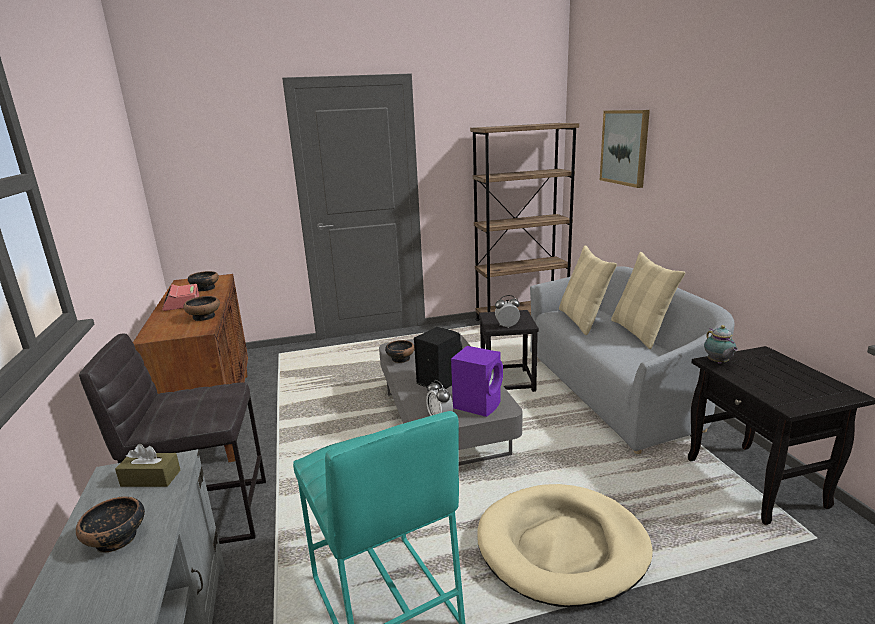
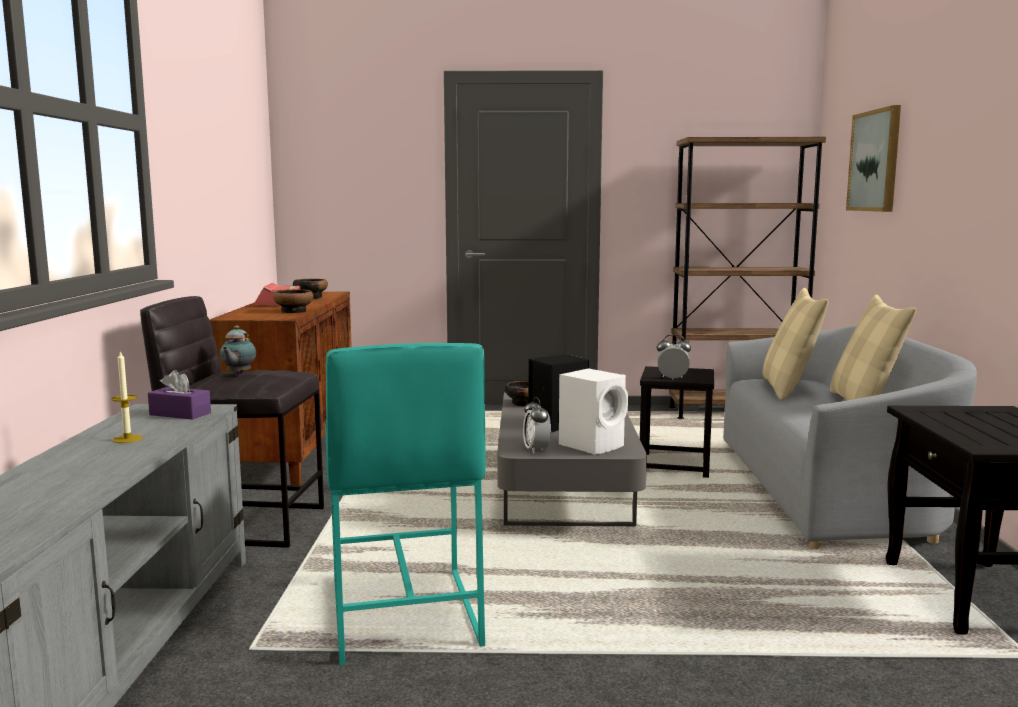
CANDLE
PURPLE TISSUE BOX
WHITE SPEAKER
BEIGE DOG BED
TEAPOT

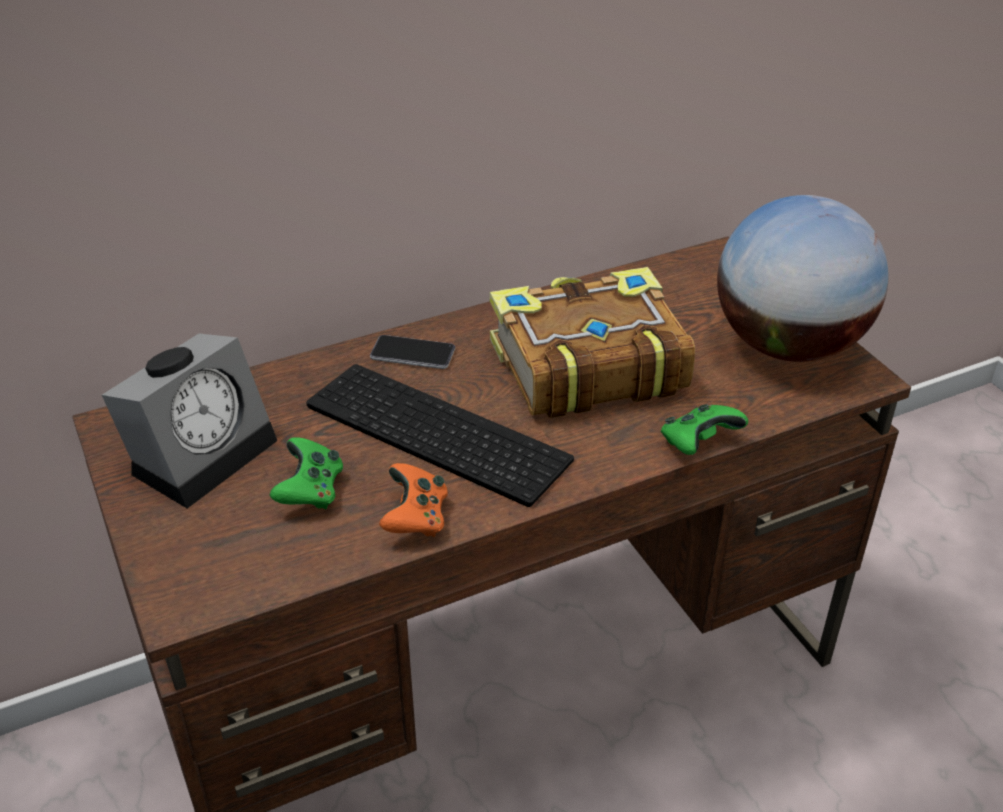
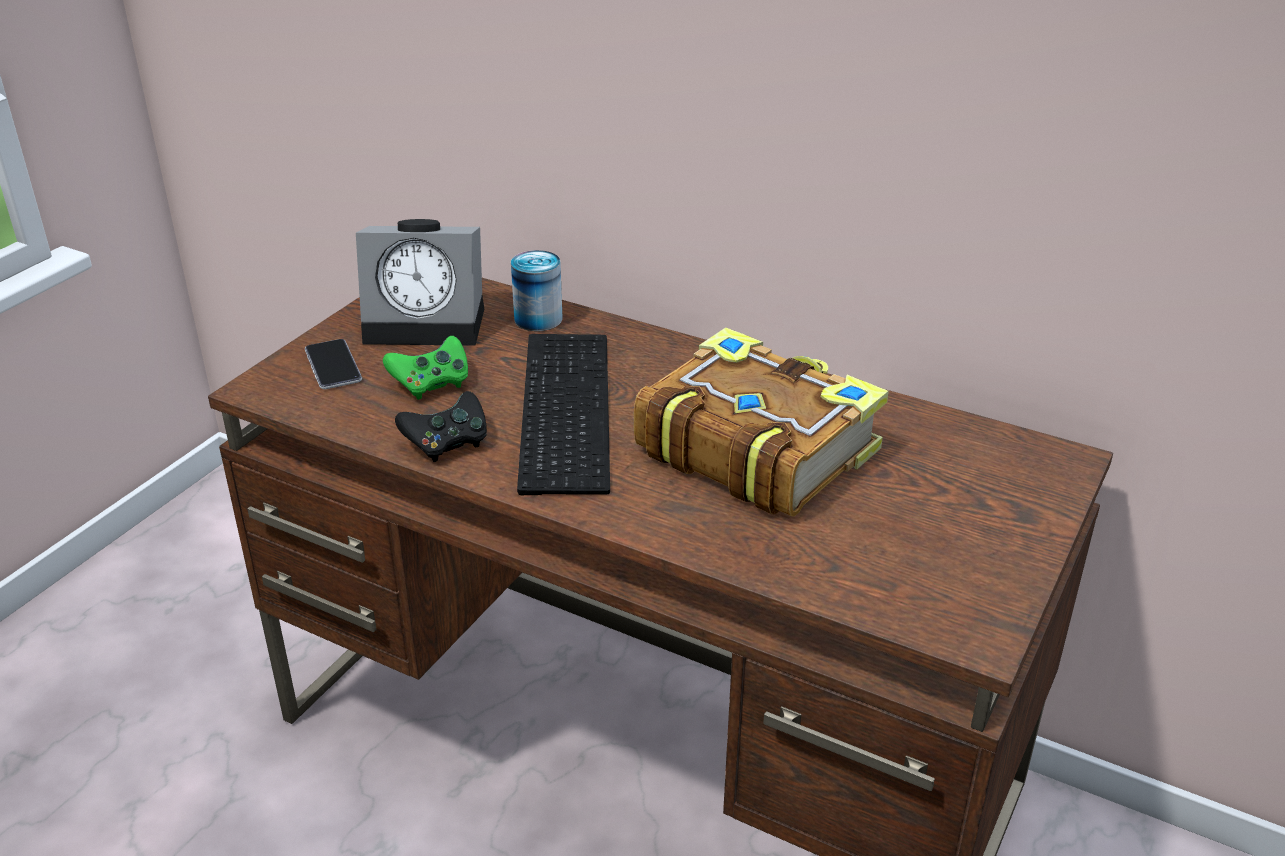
PHONE
BLACK GAME CONTROLLER
GREEN GAME CONTROLLER (no. 2 from left in the first image)
GLOBE
CAN

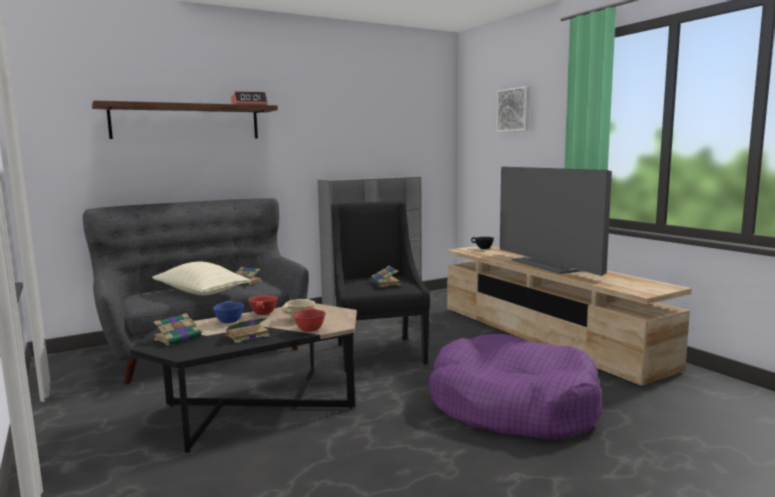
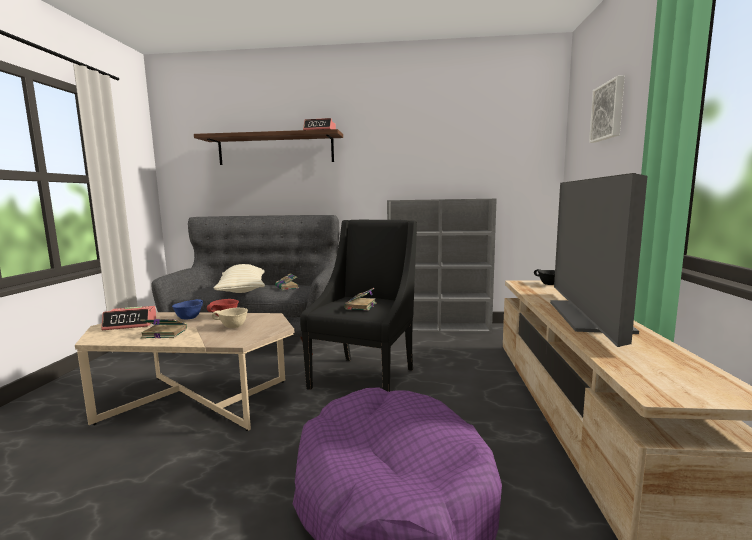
BEIGE COFFEE TABLE
ALARM CLOCK (no. 1 from left)
RED BOWL (no. 2 from left in the first image)

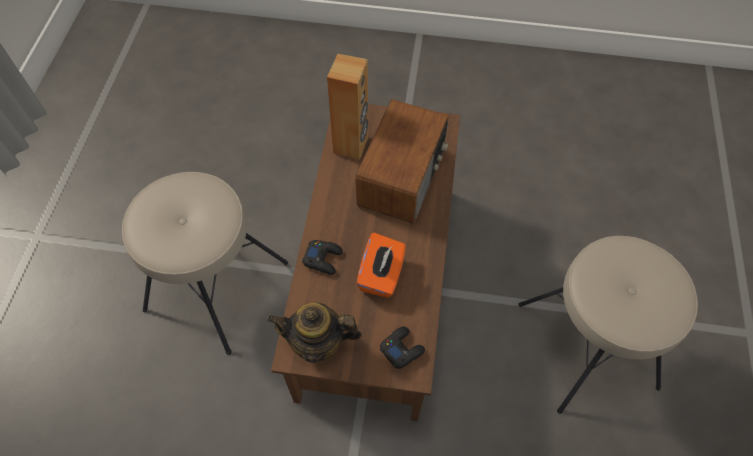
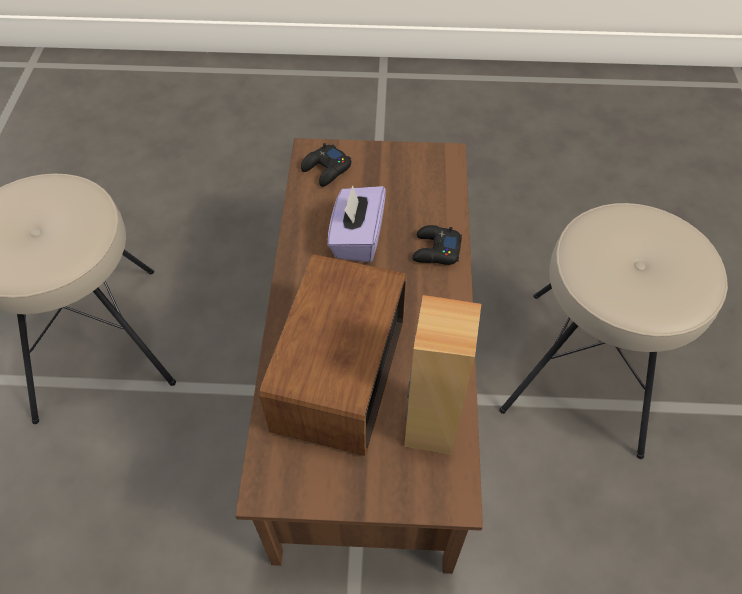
TEAPOT
PURPLE TISSUE BOX

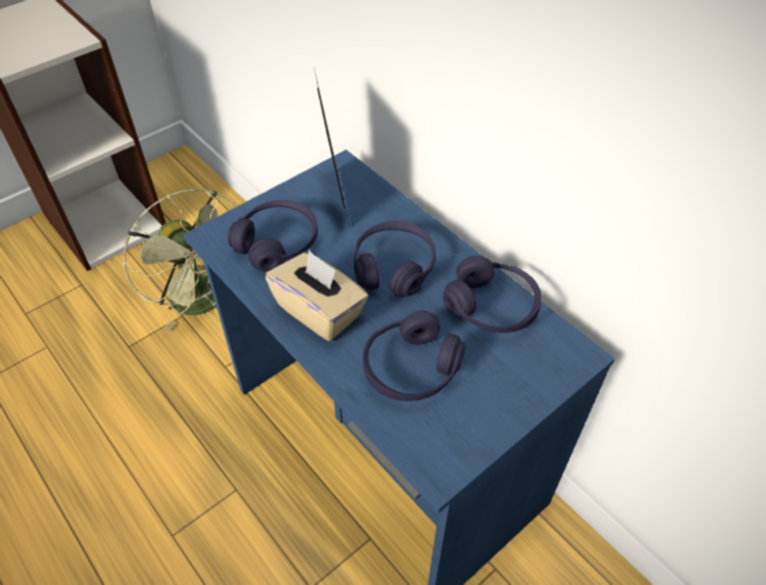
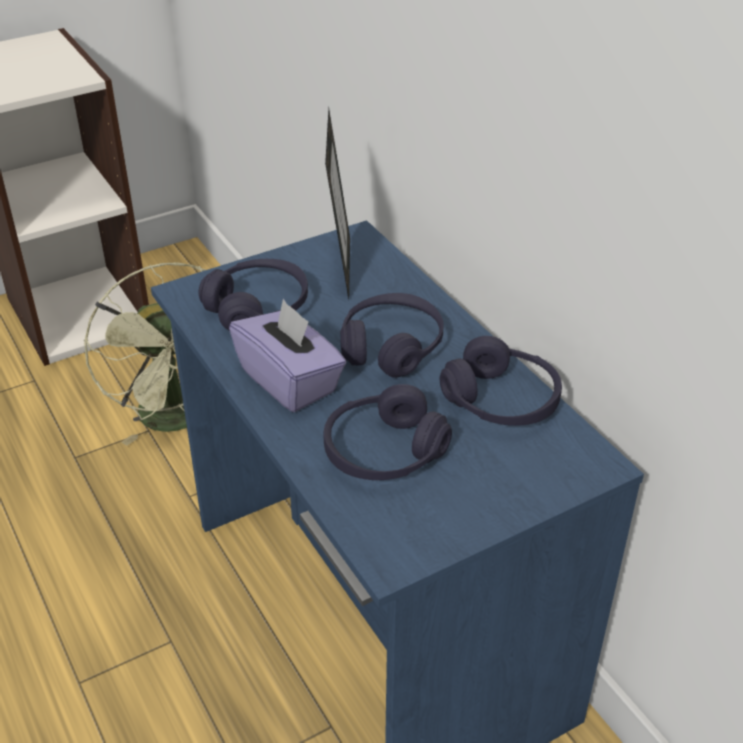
PURPLE TISSUE BOX

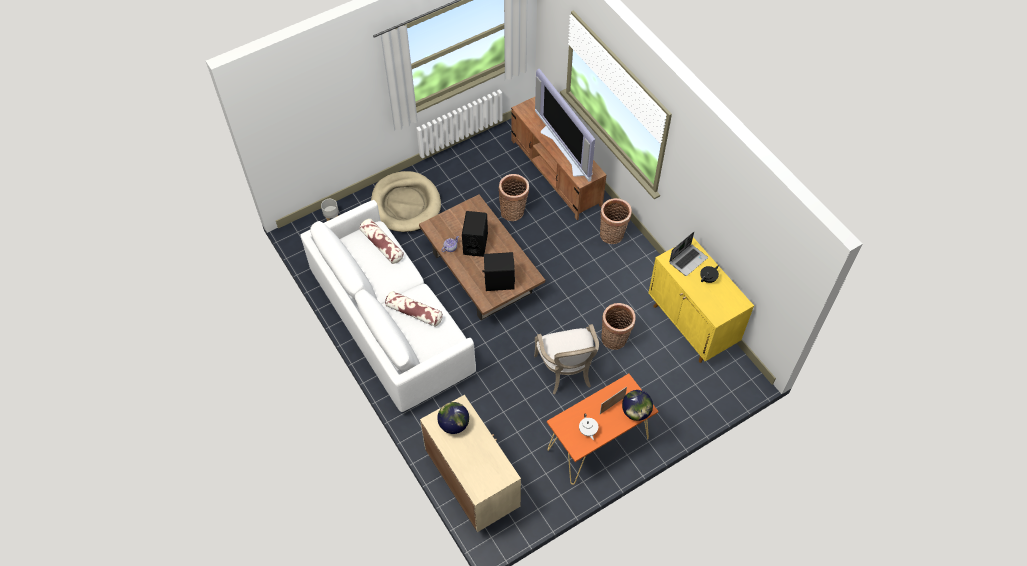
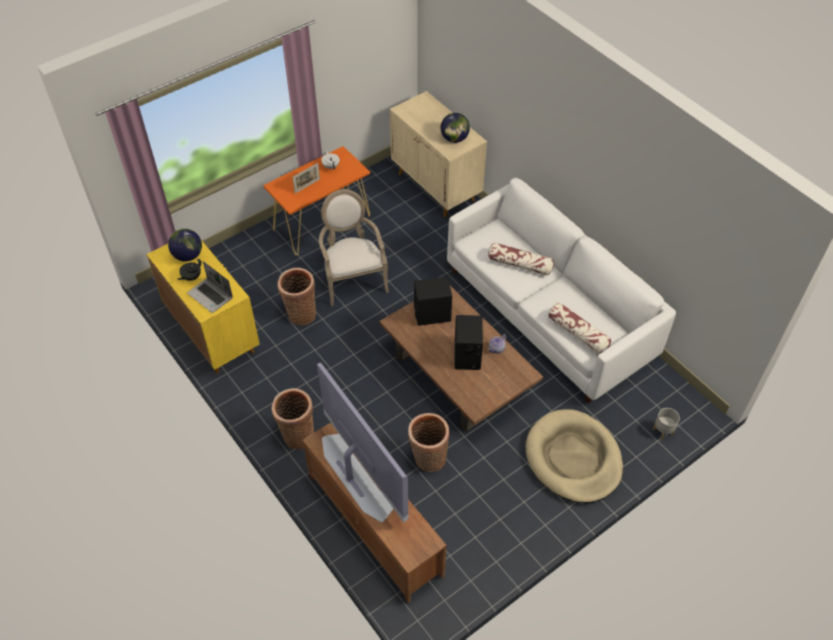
GLOBE (no. 1 from left)
LAPTOP

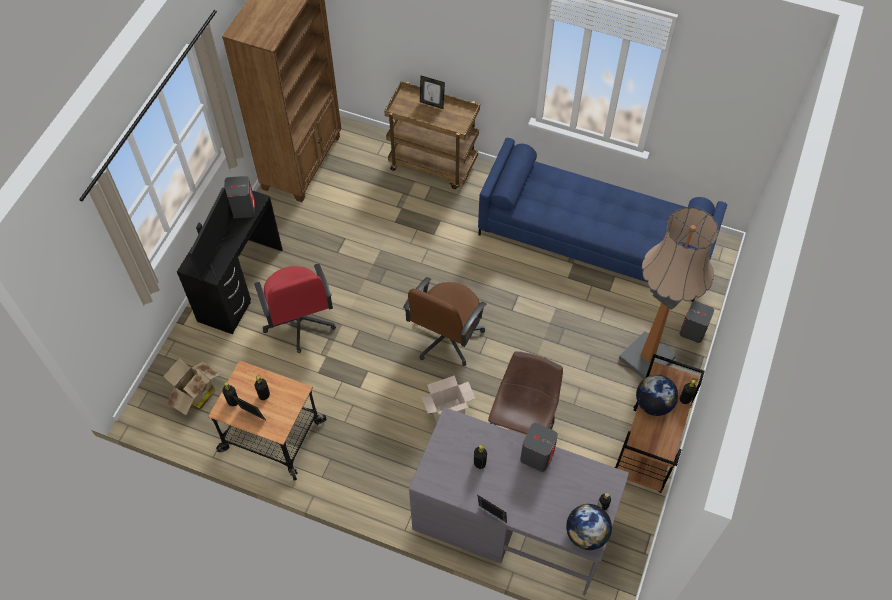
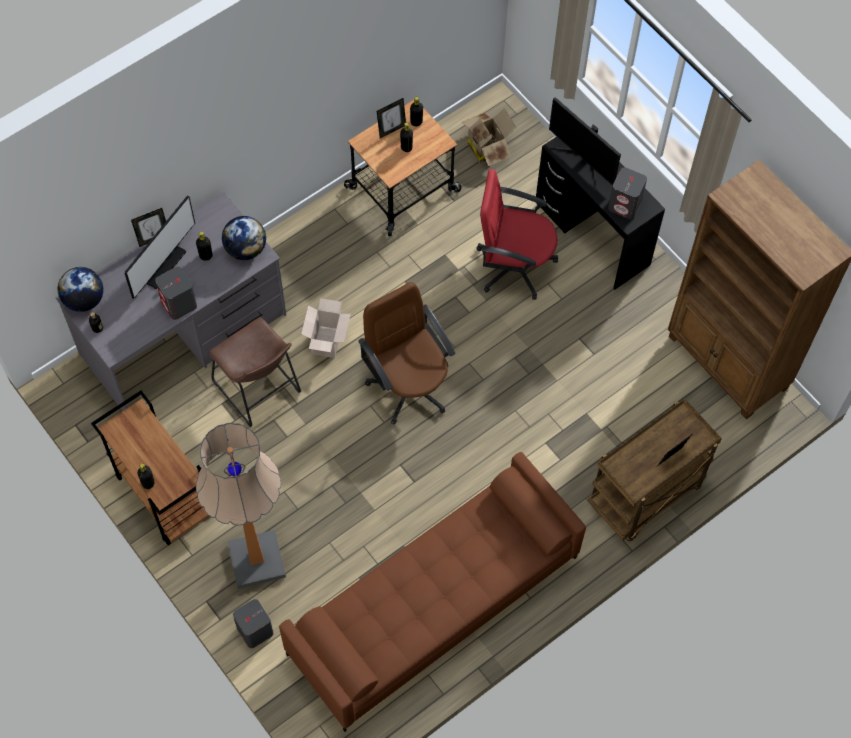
BROWN SOFA
GLOBE (no. 2 from left)
MONITOR (no. 1 from left)

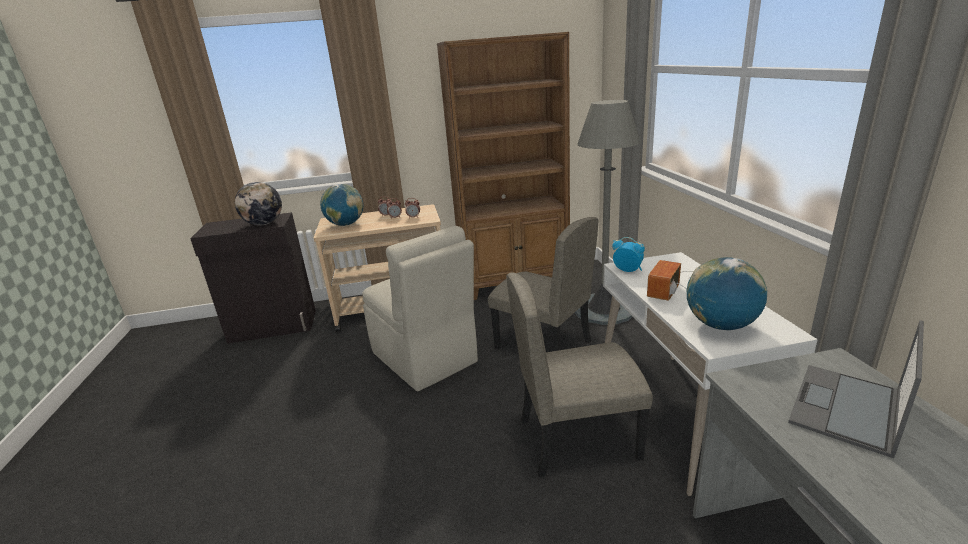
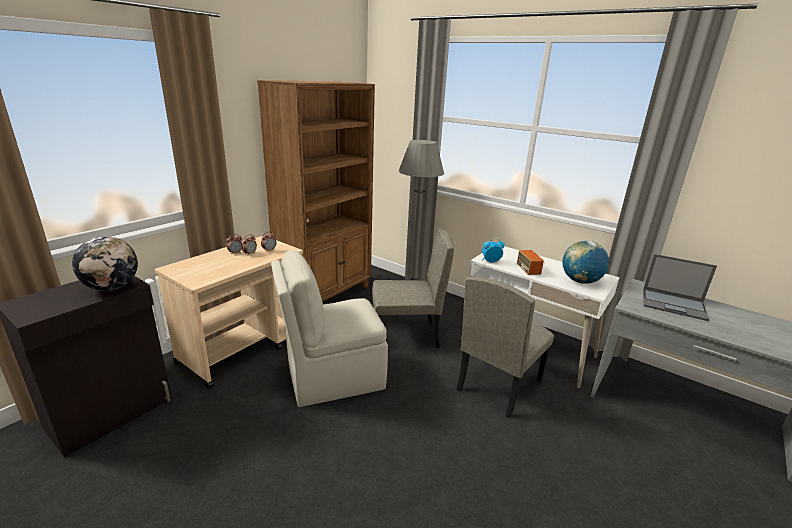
GLOBE (no. 2 from left in the first image)
BEIGE CHAIR (no. 1 from left)
LAPTOP

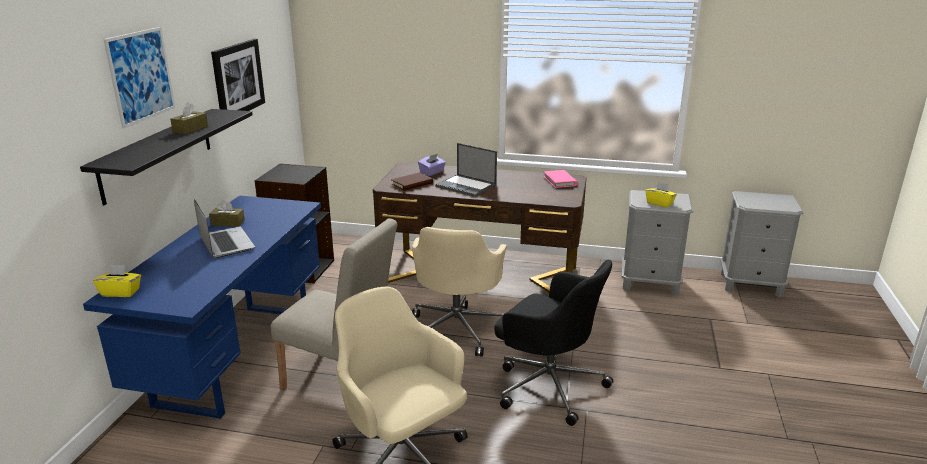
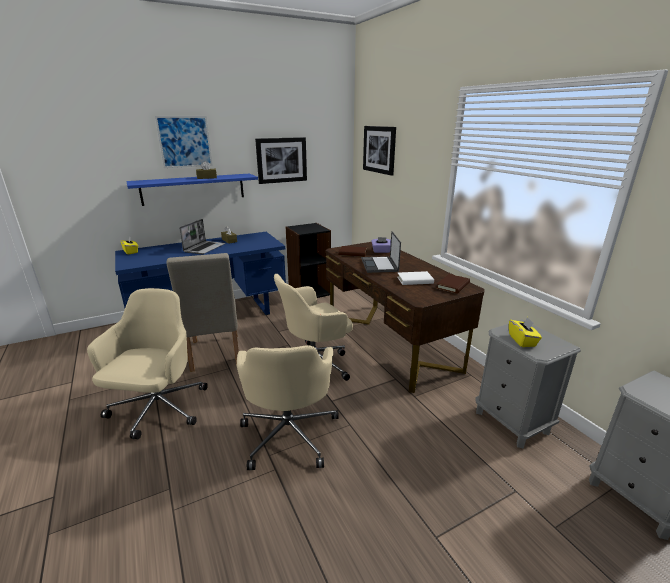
BLUE SHELF
BEIGE OFFICE CHAIR (no. 2 from left)
BROWN BOOK (no. 2 from left)
PICTURE (no. 3 from left)
WHITE BOOK

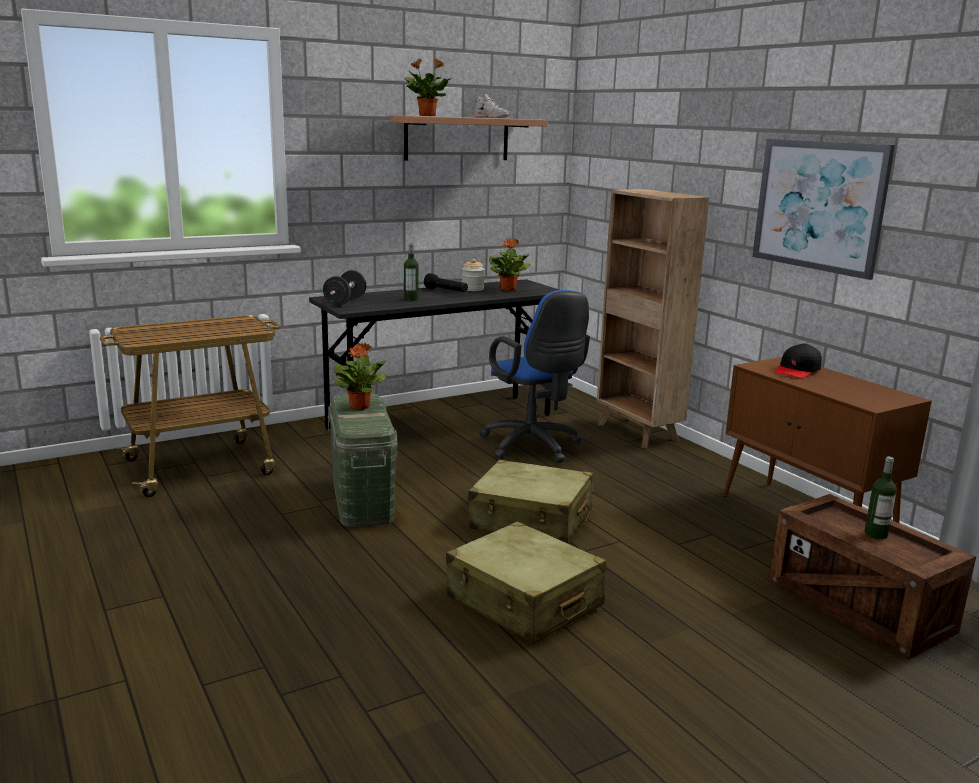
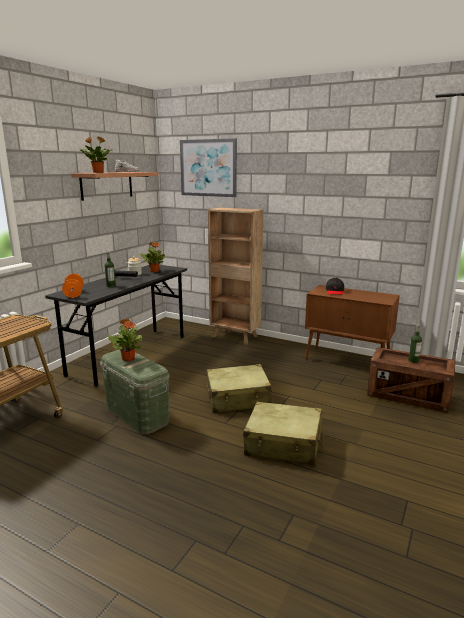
ORANGE DUMBBELL
BLUE OFFICE CHAIR
PICTURE

